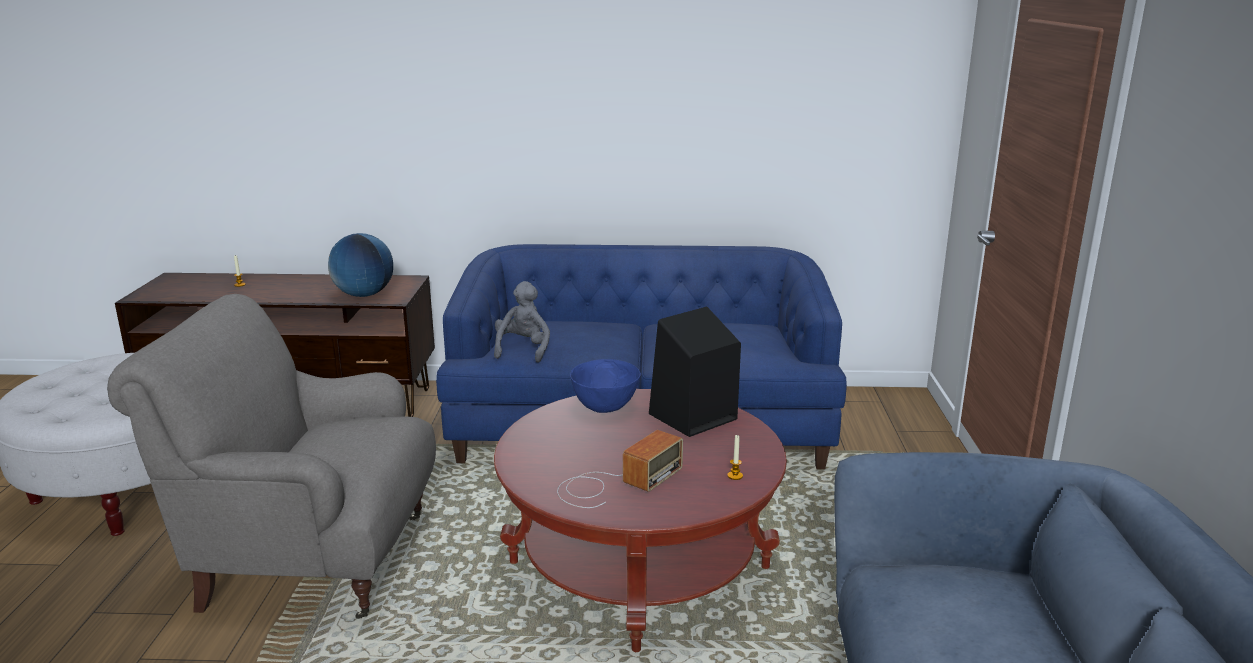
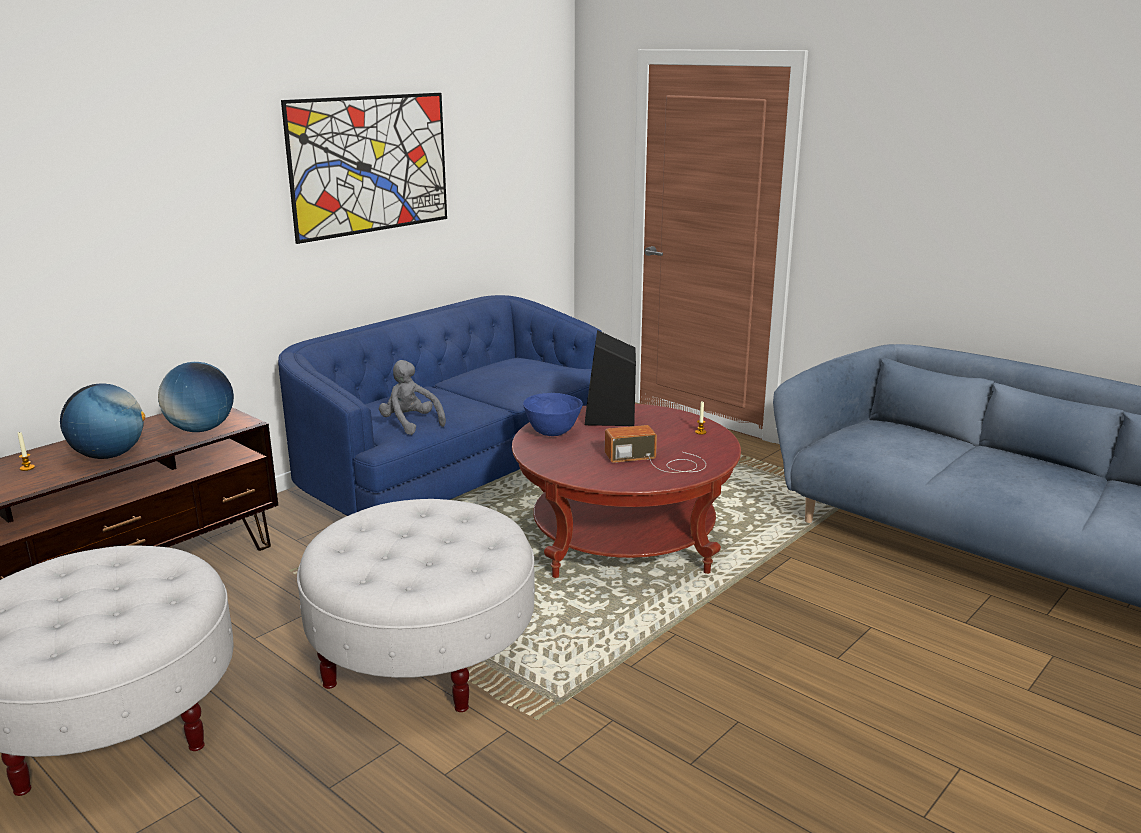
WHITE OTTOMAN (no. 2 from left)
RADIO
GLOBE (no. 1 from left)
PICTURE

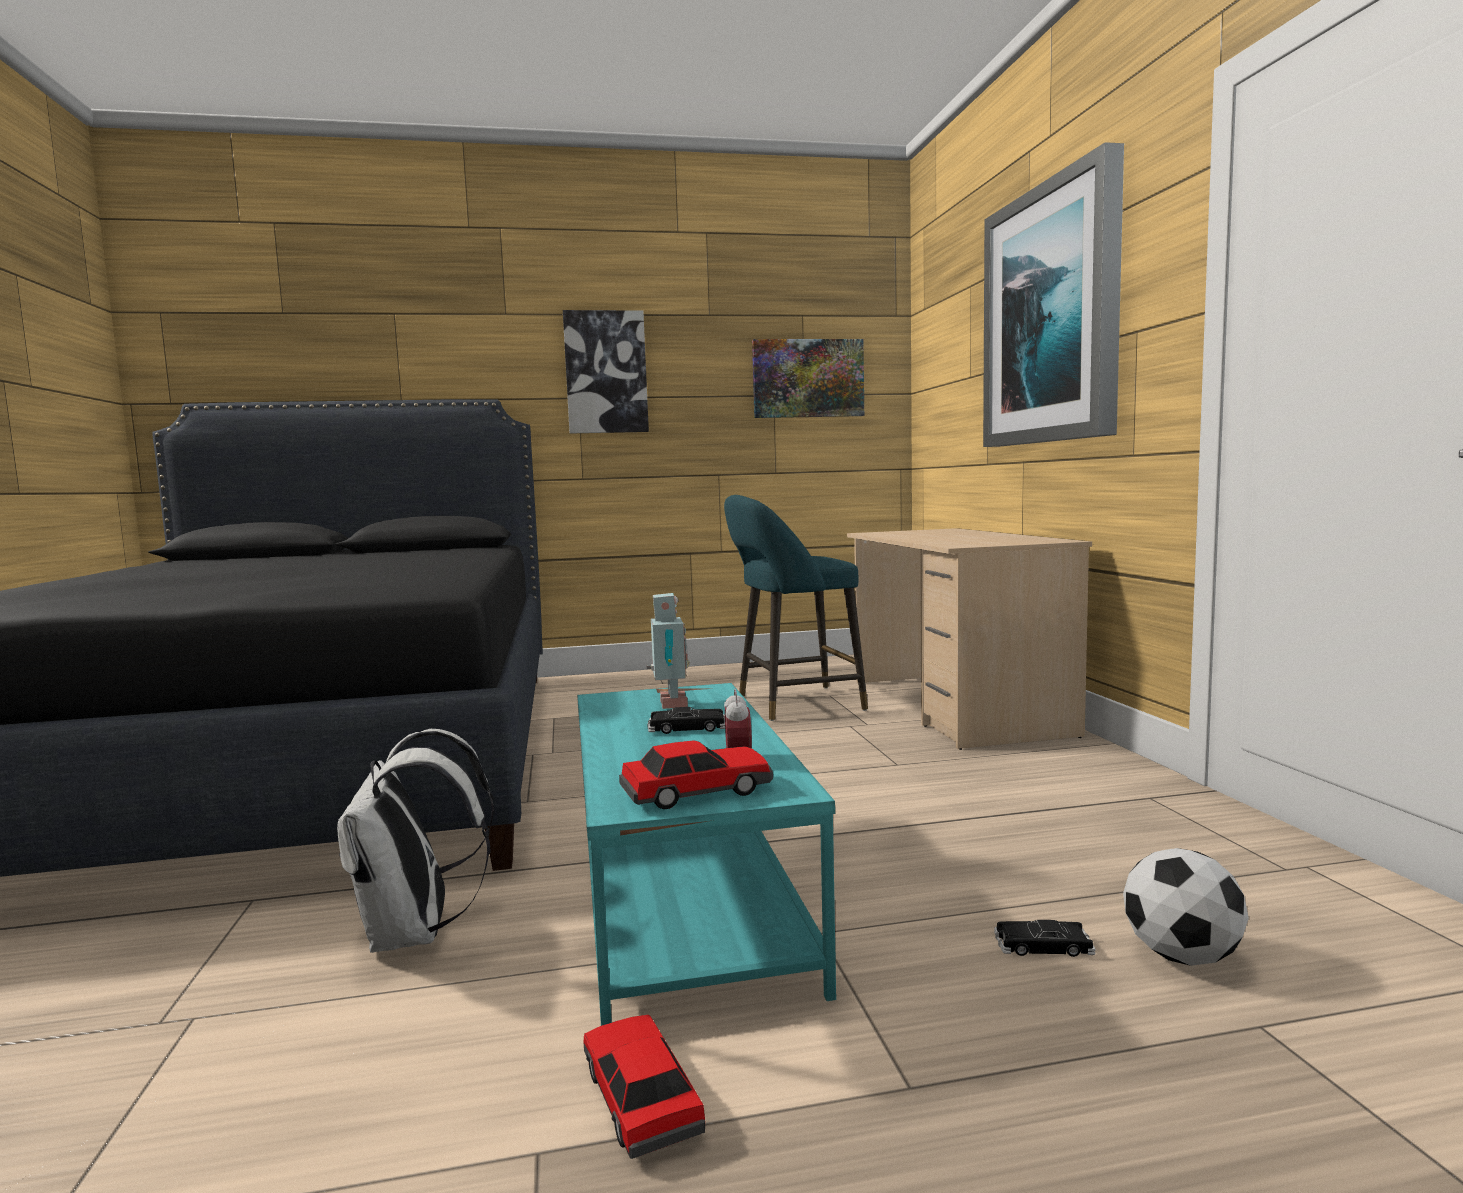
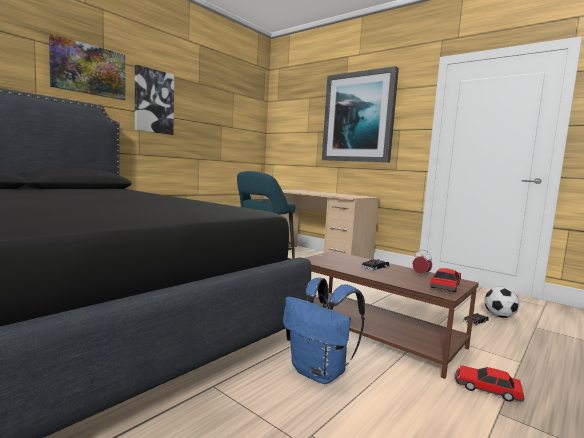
BLUE BACKPACK
BROWN COFFEE TABLE
TOY ROBOT
PICTURE (no. 1 from left)

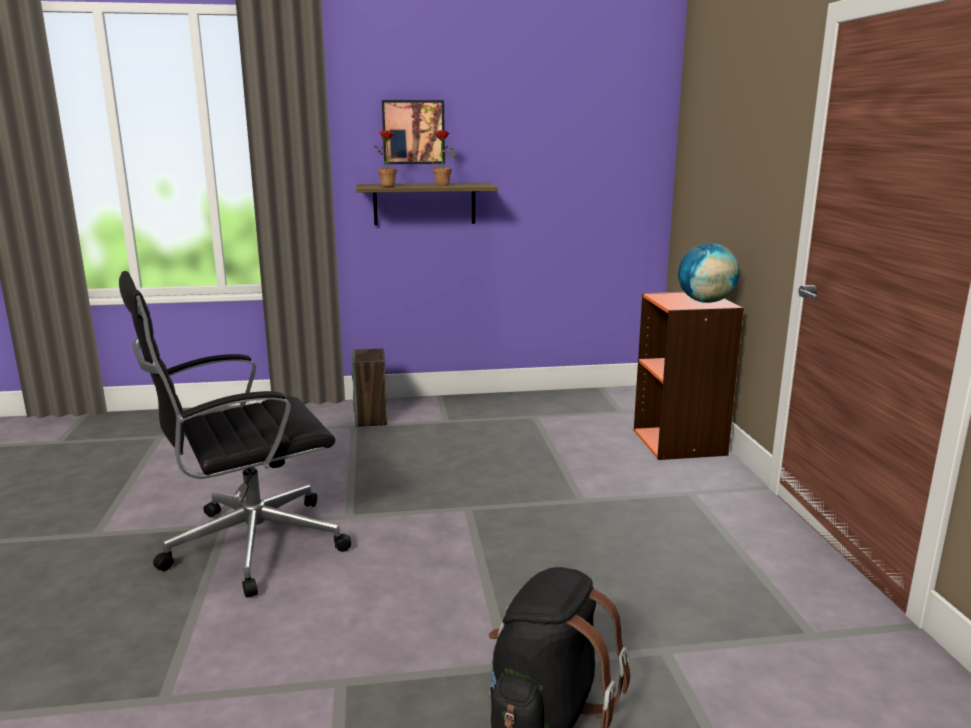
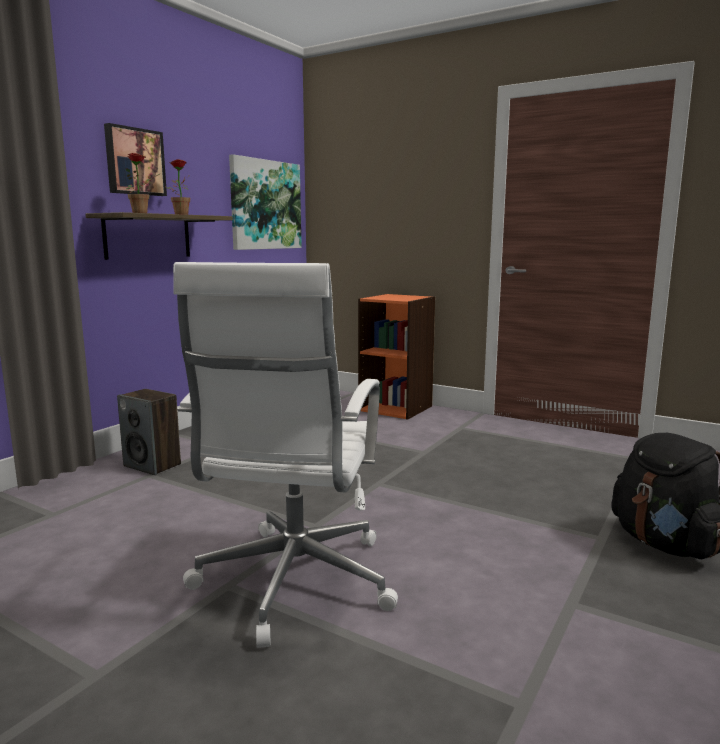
WHITE OFFICE CHAIR
GLOBE
PICTURE (no. 2 from left)

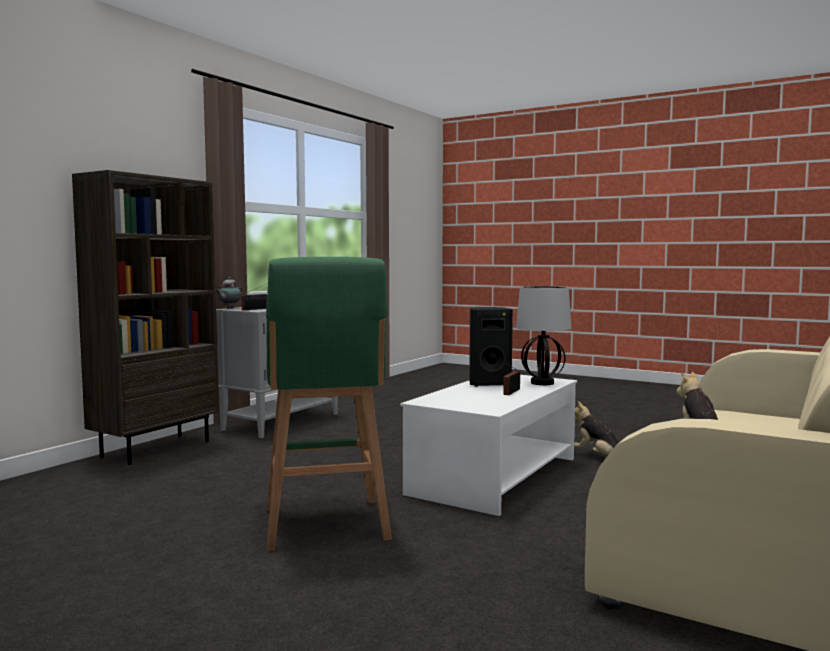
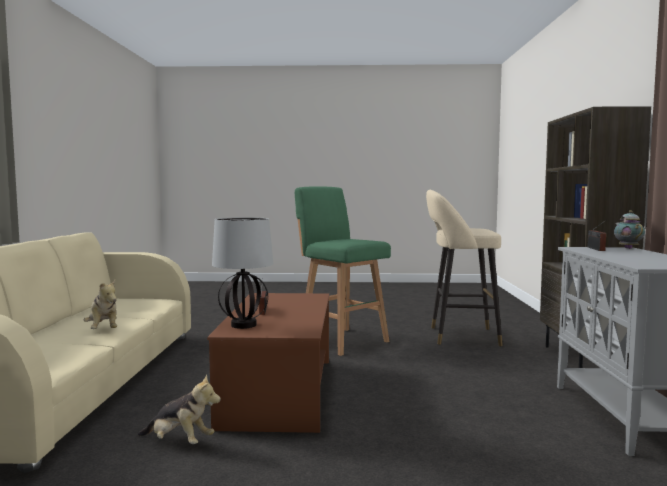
BROWN COFFEE TABLE
BLACK SPEAKER
BEIGE STOOL

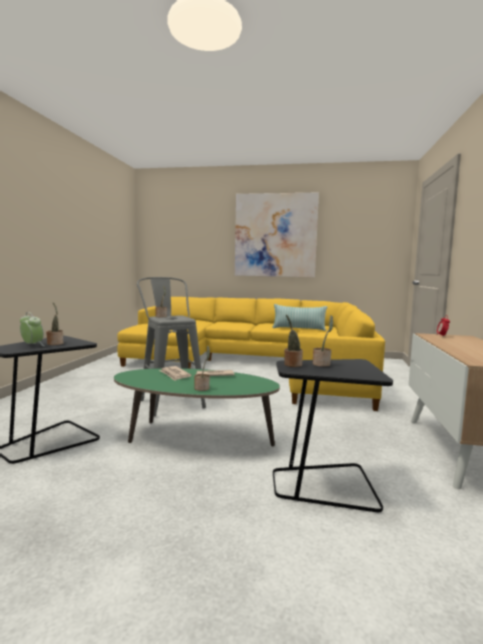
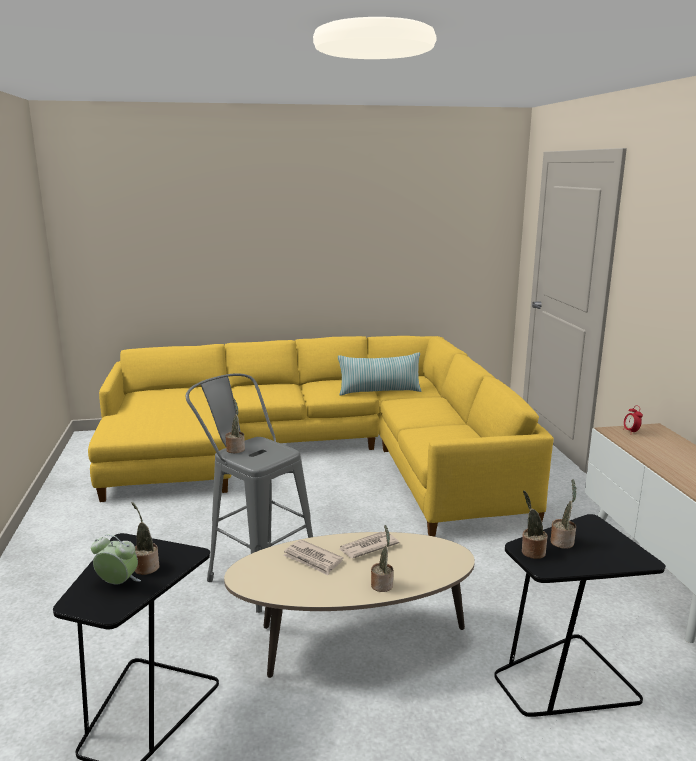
BEIGE COFFEE TABLE
PICTURE

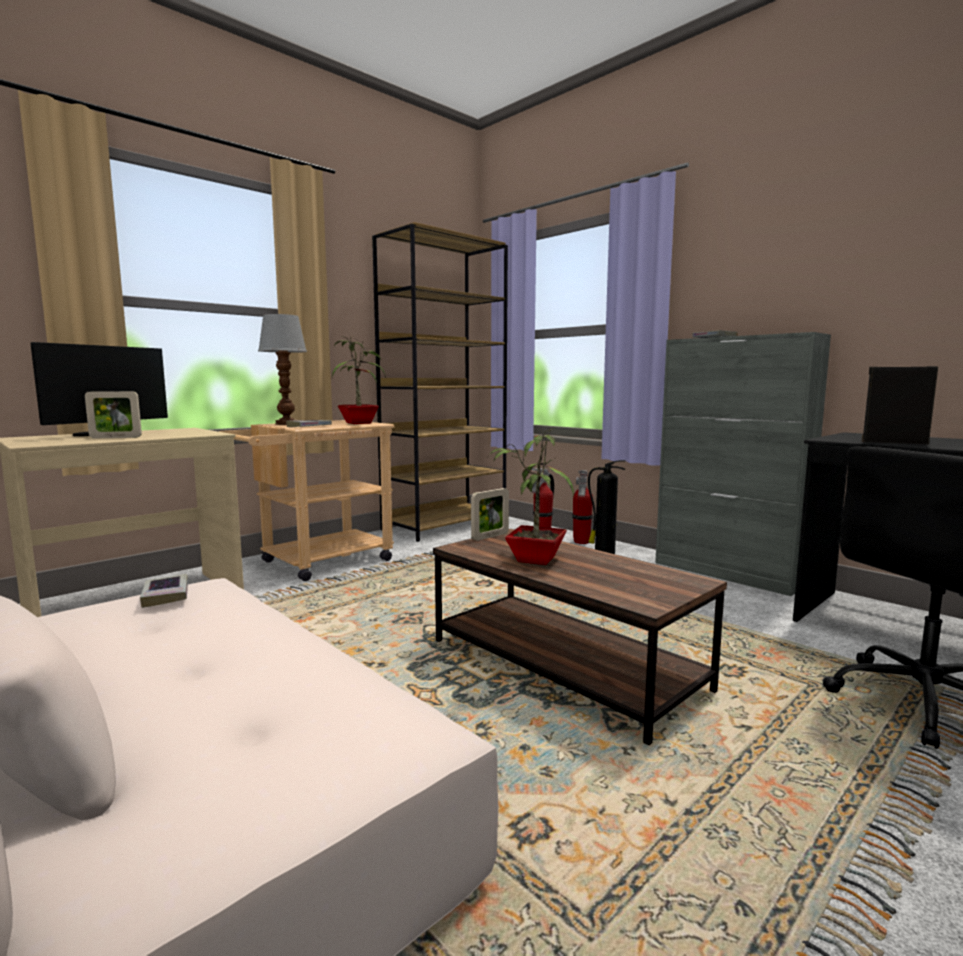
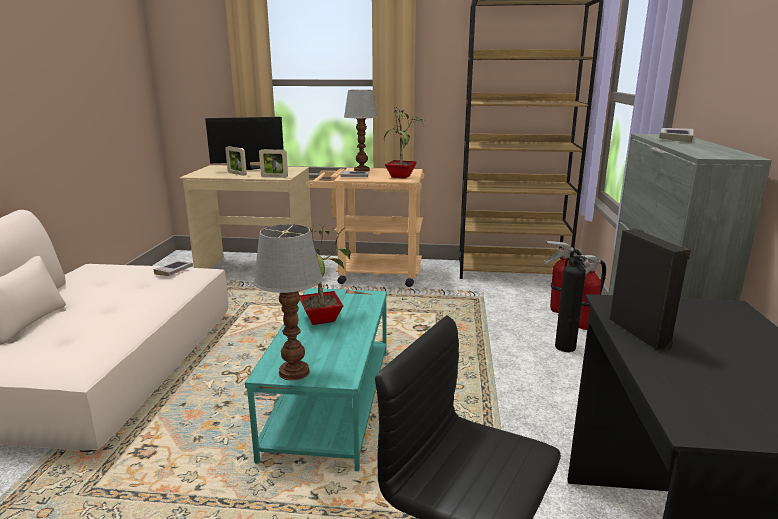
TURQUOISE COFFEE TABLE
PICTURE FRAME (no. 2 from left)
TABLE LAMP (no. 1 from left)

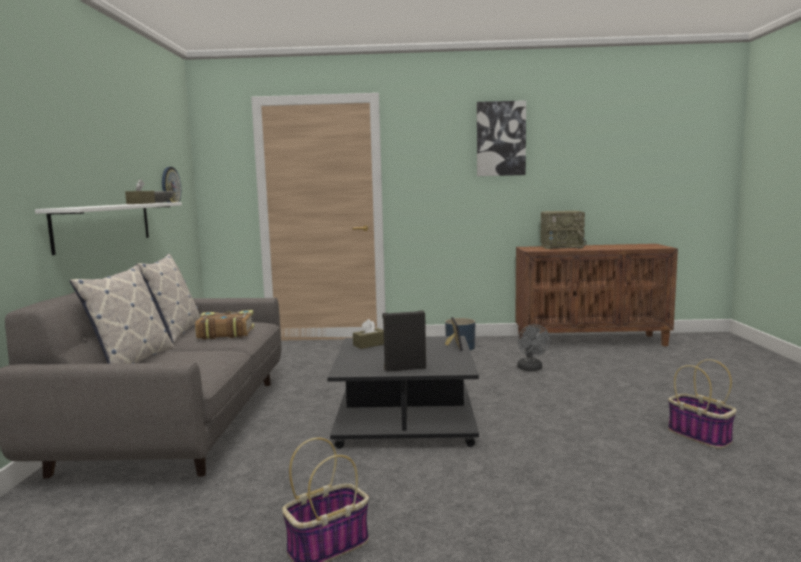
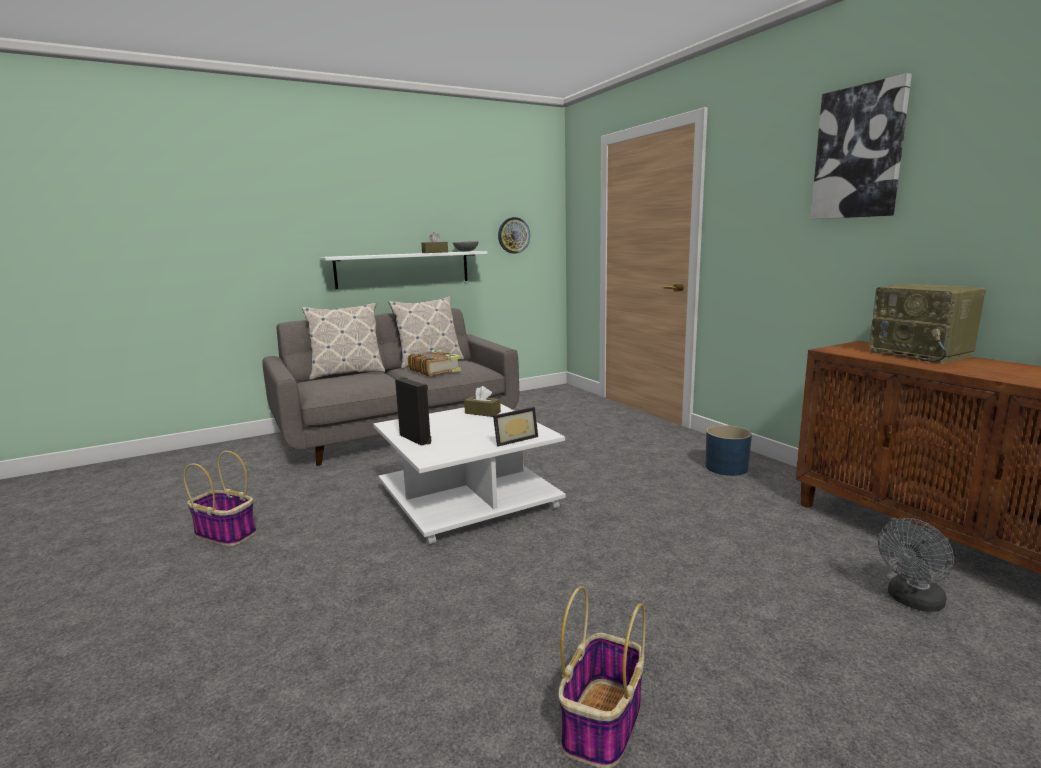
WHITE COFFEE TABLE
GREY FAN

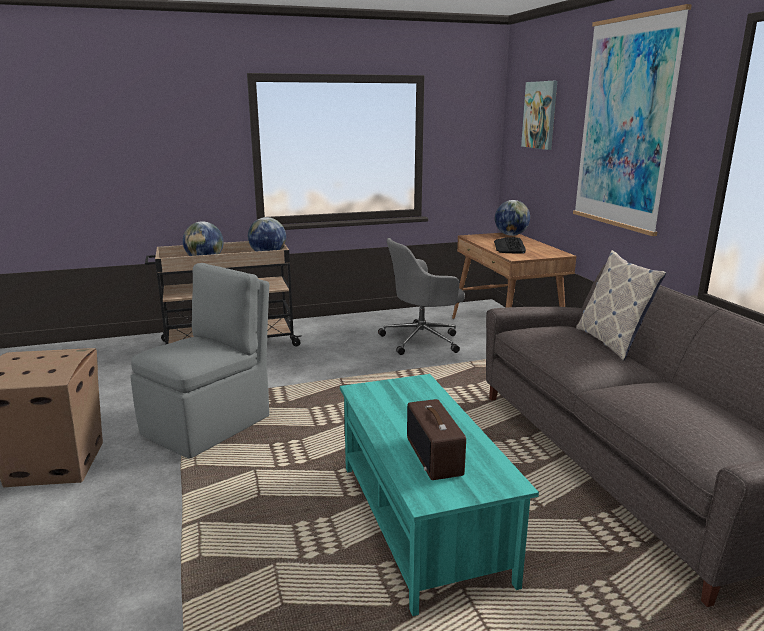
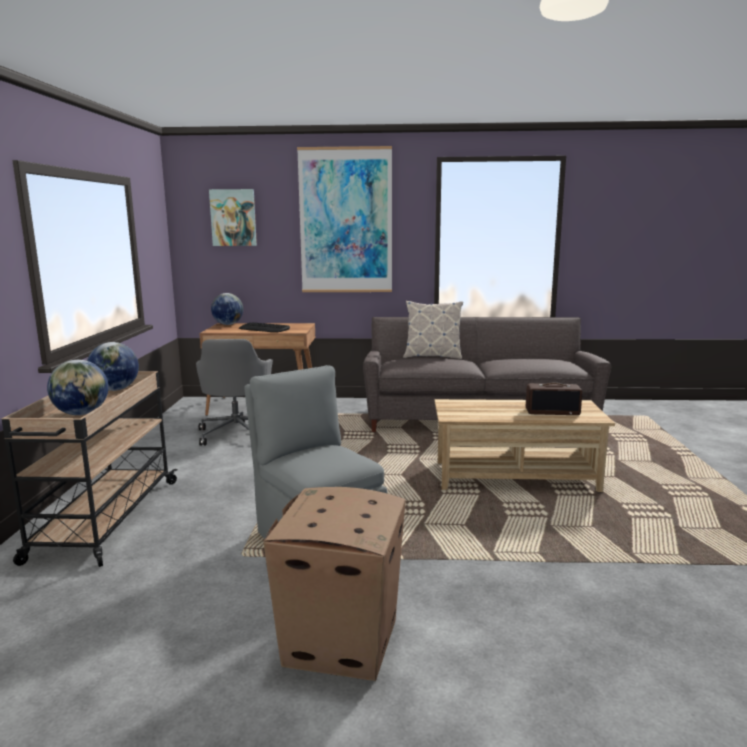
BEIGE COFFEE TABLE

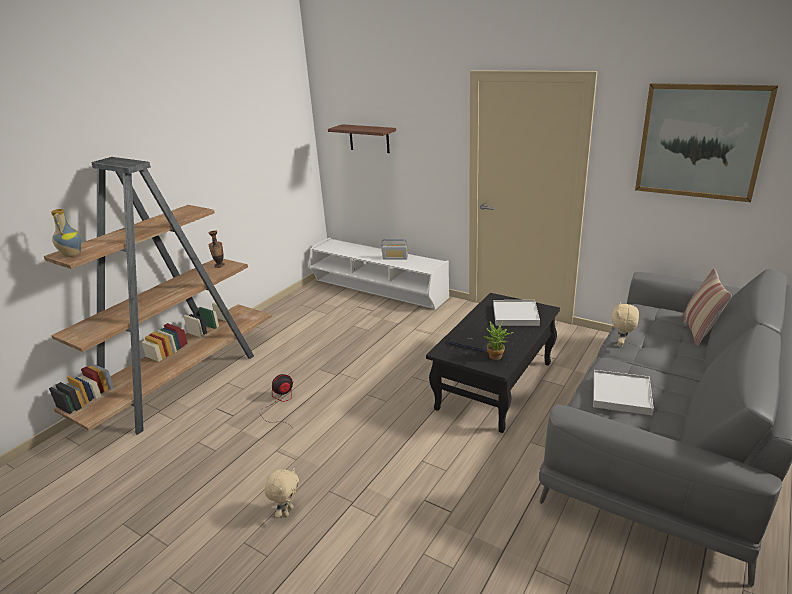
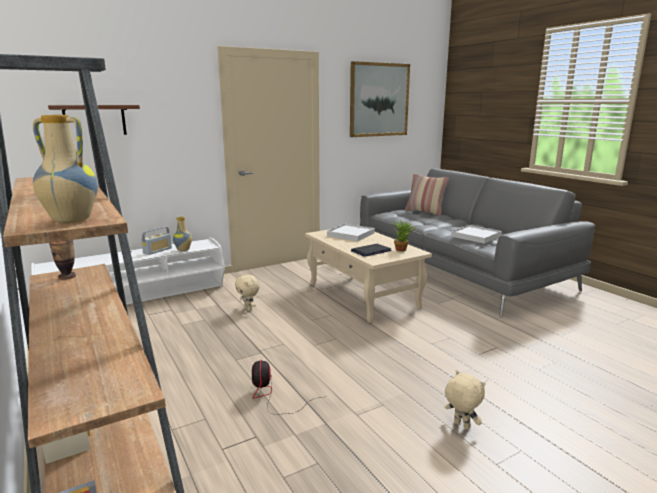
BEIGE COFFEE TABLE
BEIGE PLUSH TOY (no. 1 from left)
VASE (no. 3 from left)

